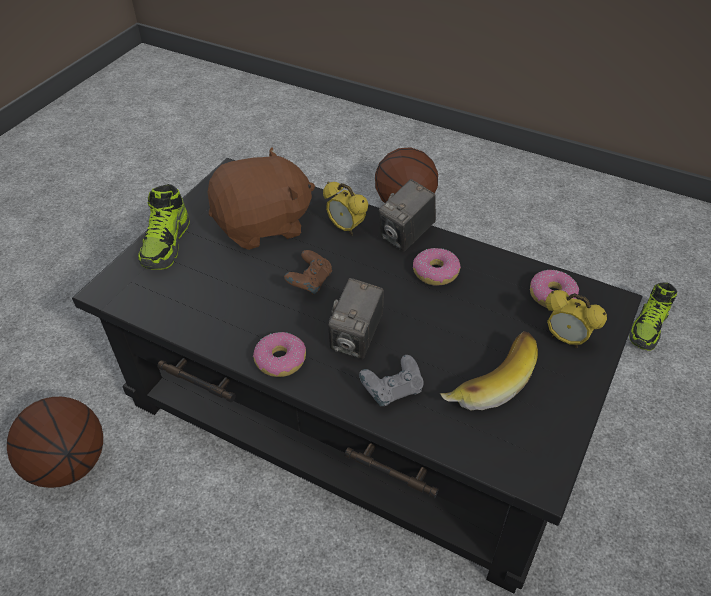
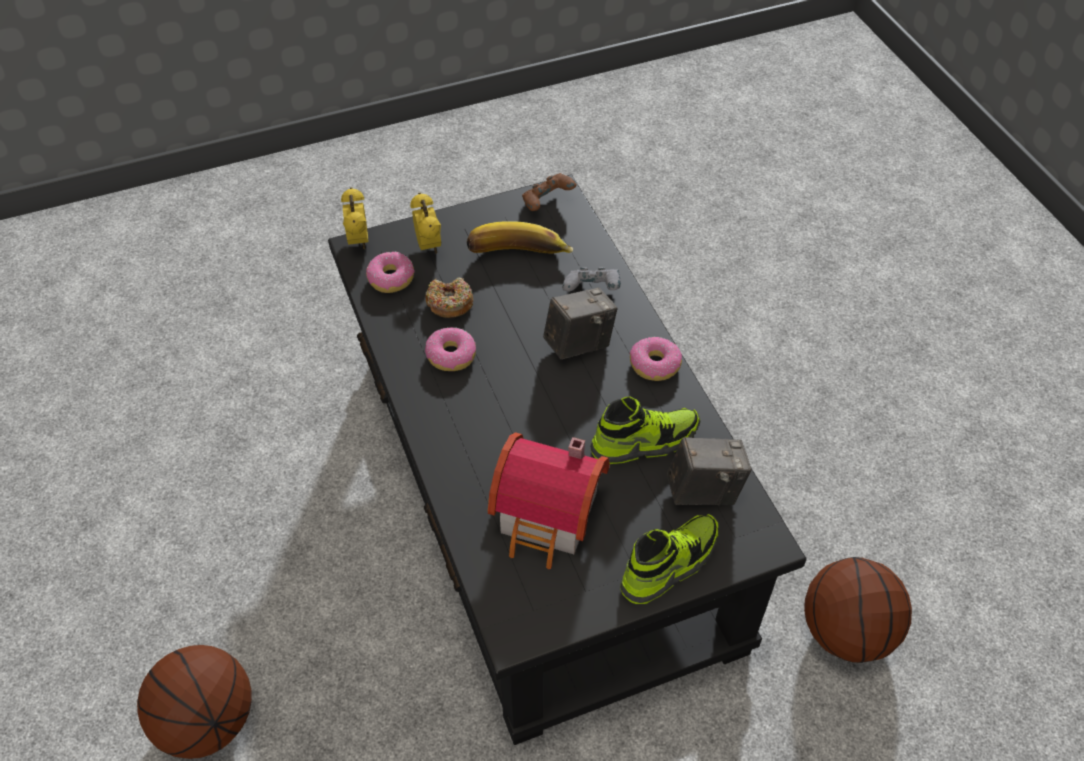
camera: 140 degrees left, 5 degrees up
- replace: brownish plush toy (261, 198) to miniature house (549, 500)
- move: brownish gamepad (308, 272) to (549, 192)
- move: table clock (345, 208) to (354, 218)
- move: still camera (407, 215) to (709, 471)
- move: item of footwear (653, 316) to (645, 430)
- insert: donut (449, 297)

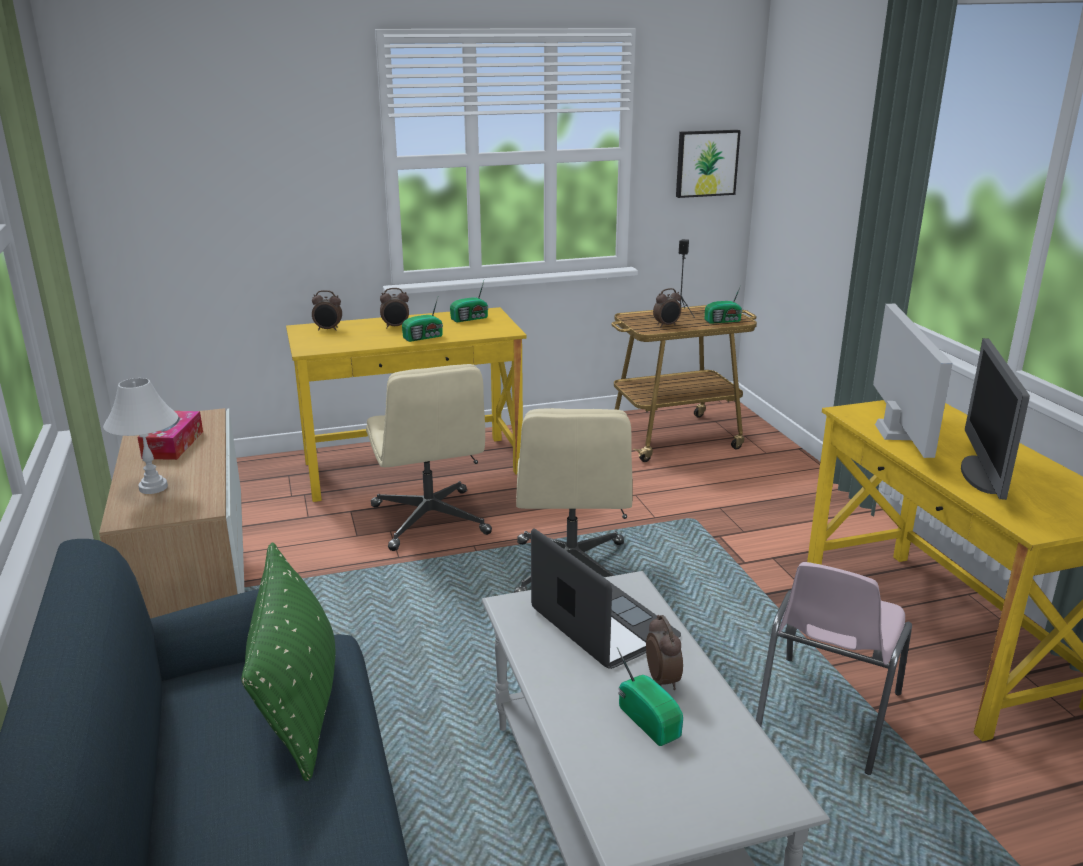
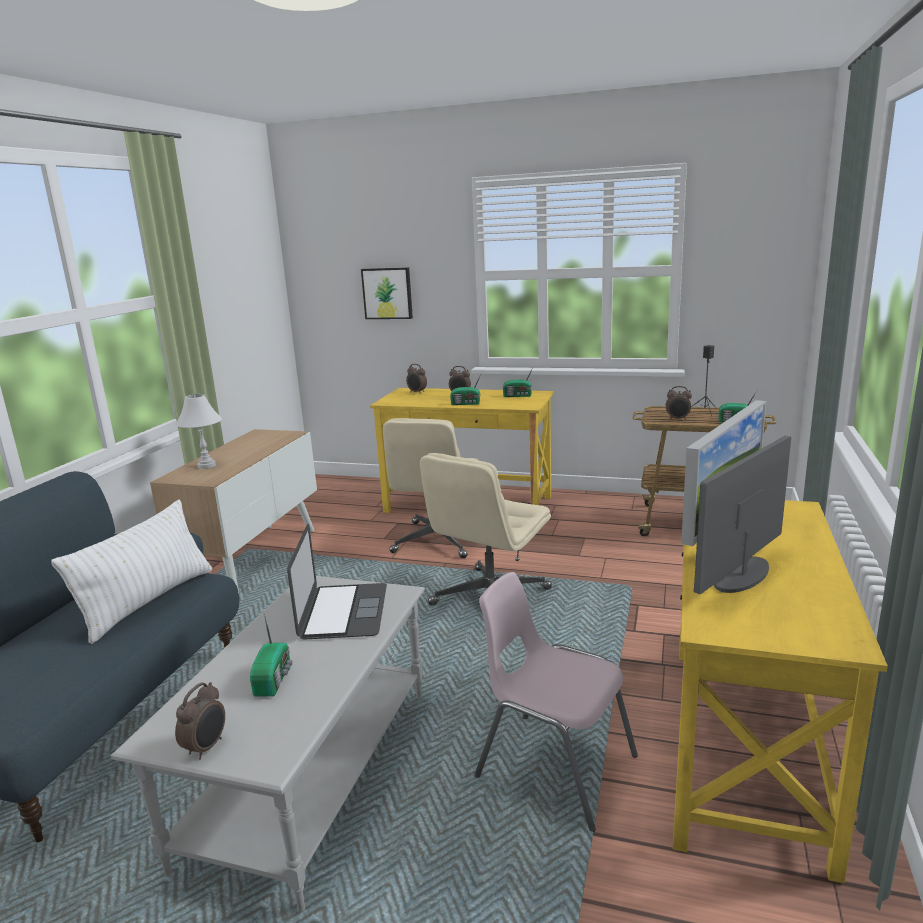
camera: 35 degrees right, 5 degrees down
- delete: tissue box (170, 435)
- recolor: green-coloured cushion (288, 661) to whitish cushion (131, 572)
- move: table clock (664, 652) to (200, 721)
- move: picture (708, 164) to (387, 293)
- rotate: pink-coloured plain chair (834, 668) = (556, 702) 60 degrees clockwise

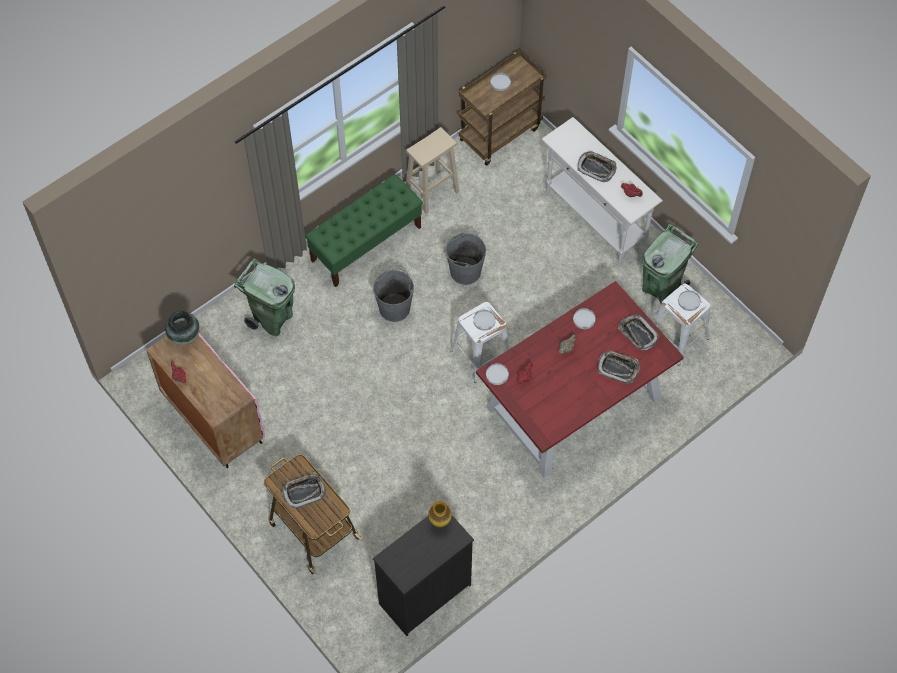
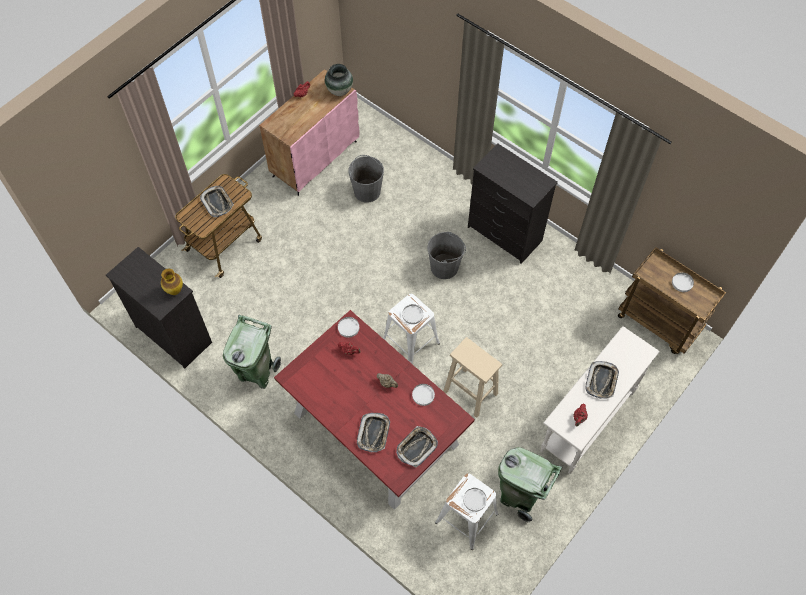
camera: 80 degrees right, 0 degrees up
- move: green-coloured rubbish bin (264, 297) to (252, 352)
- replace: green-coloured long seat (364, 230) to black chest of drawers (513, 204)
- move: beige stool seat (432, 170) to (472, 377)
- move: greyish water bucket (465, 259) to (366, 178)

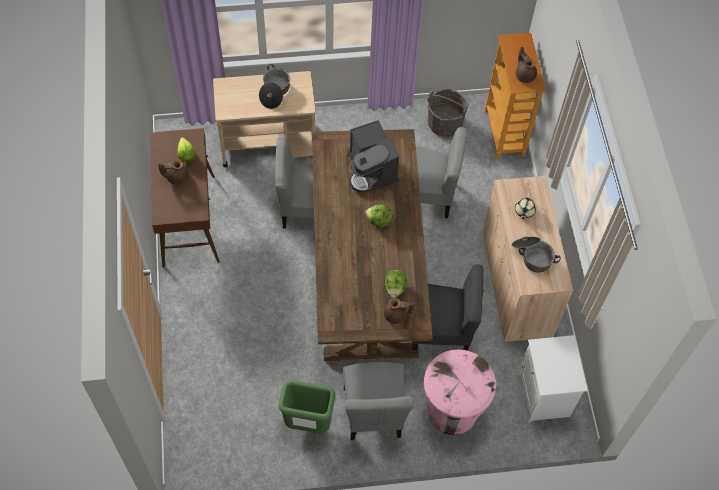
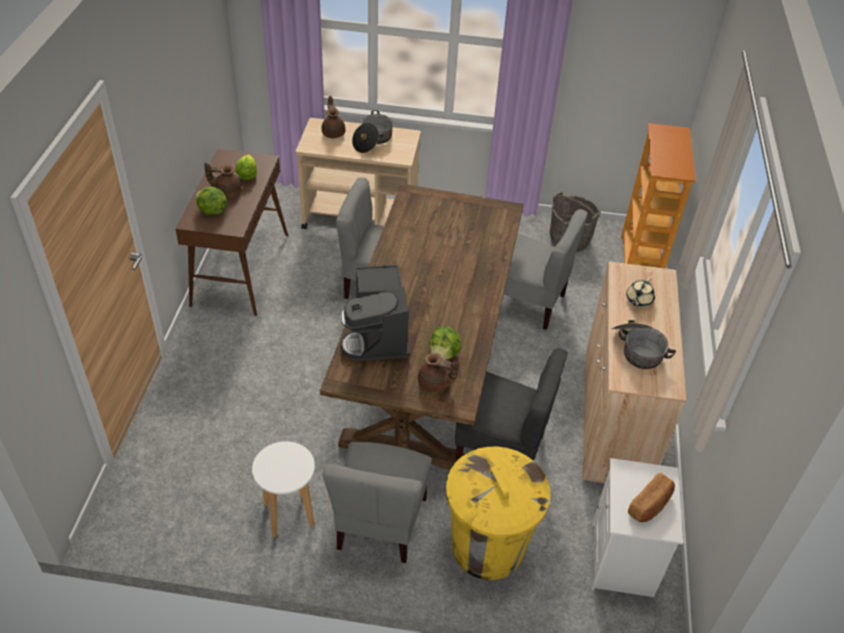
camera: 15 degrees right, 15 degrees down
- replace: green-coloured rubbish bin (307, 407) to whitish stool seat (283, 489)
- move: coffee machine (373, 156) to (375, 313)
- move: lettuce head (379, 216) to (211, 201)
- recolor: pink-coloured rubbish bin (460, 392) to yellowish rubbish bin (498, 513)
- move: brownish pot for tea (526, 65) to (333, 117)
- insert: bread (651, 497)

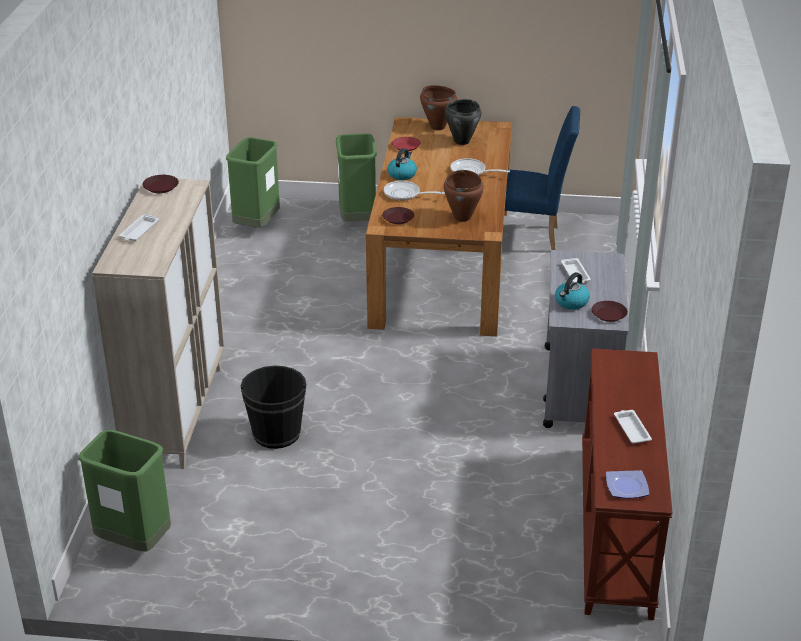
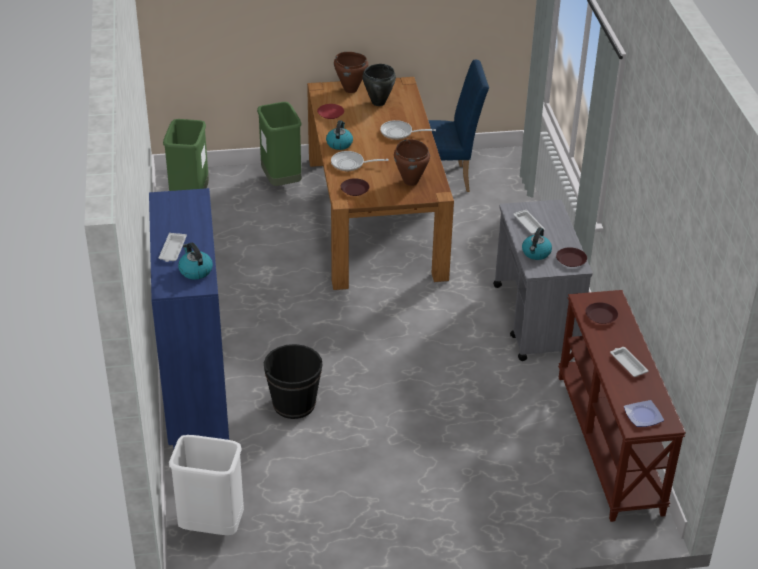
camera: 15 degrees left, 5 degrees up
- recolor: green-coloured rubbish bin (124, 490) to whitish rubbish bin (206, 485)
- recolor: beige cabinet (158, 323) to blue-coloured cabinet (189, 318)
- move: brownish flat dish (160, 184) to (602, 313)
- insert: water kettle (195, 261)

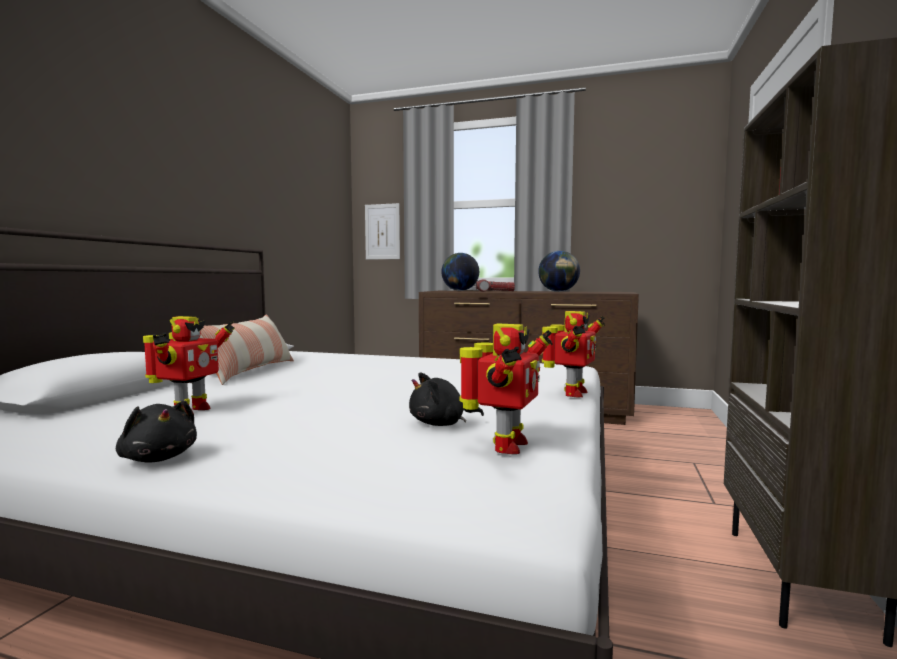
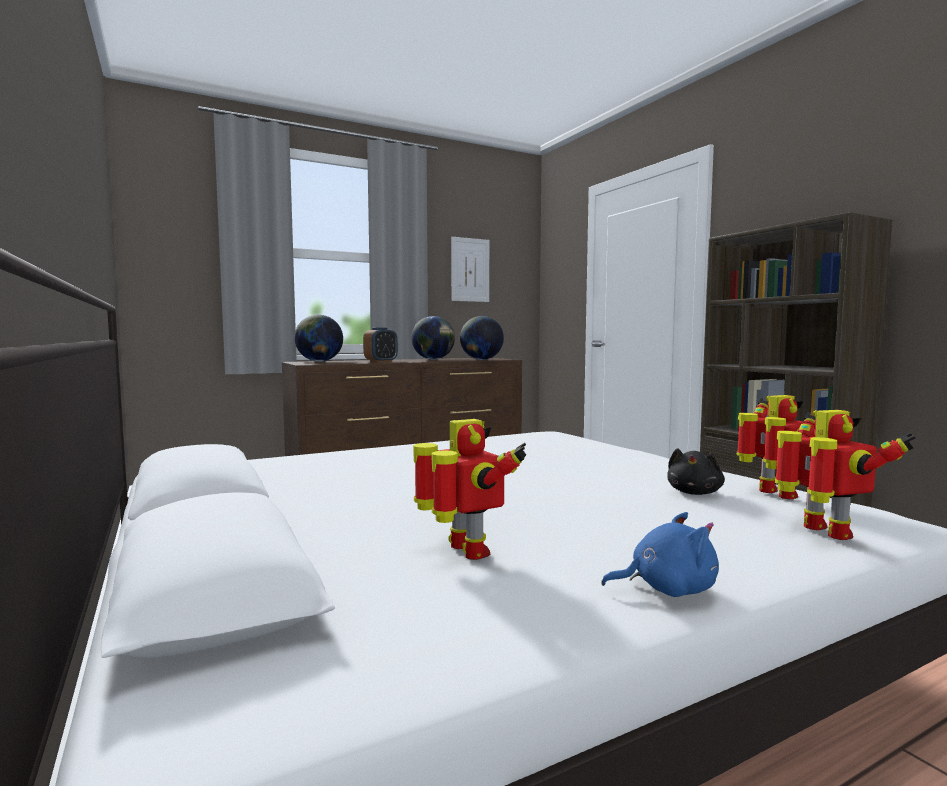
camera: 45 degrees left, 0 degrees up
- recolor: black plush toy (156, 432) to blue-coloured plush toy (660, 554)
- delete: cushion (246, 349)
- move: picture (382, 231) to (470, 269)
- replace: torch (495, 285) to table clock (380, 345)
- move: toy robot (574, 354) to (845, 475)
- insert: globe (482, 338)

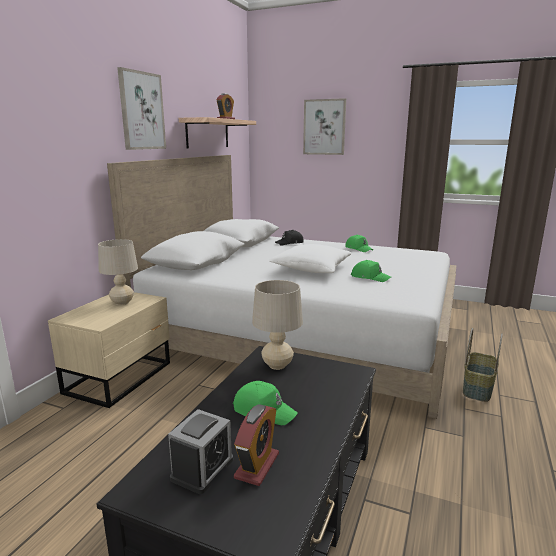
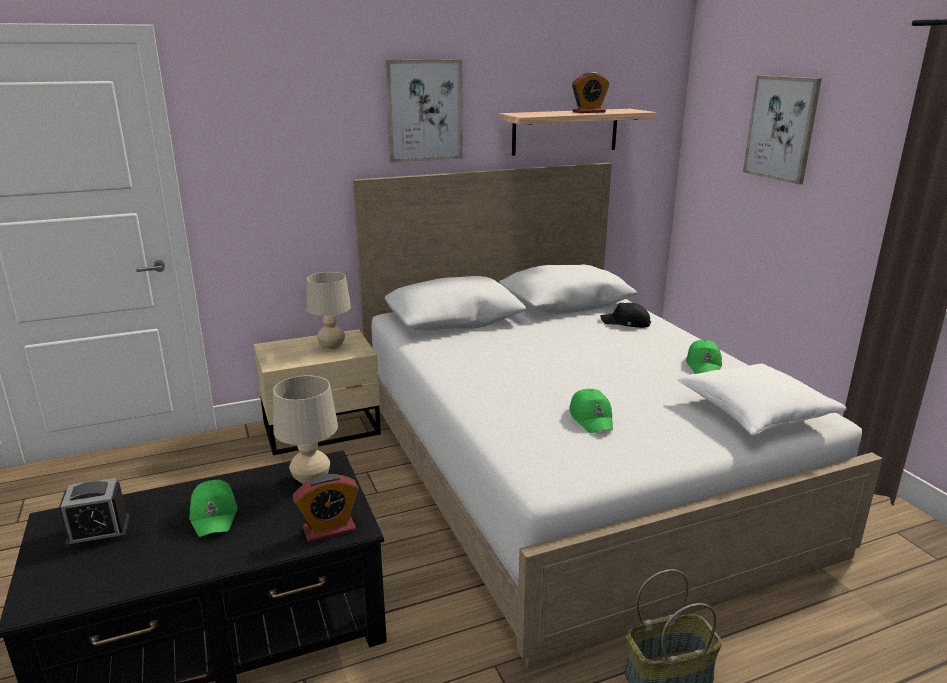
camera: 45 degrees right, 5 degrees up
- move: table clock (256, 445) to (326, 508)
- move: whitish cushion (310, 258) to (761, 399)

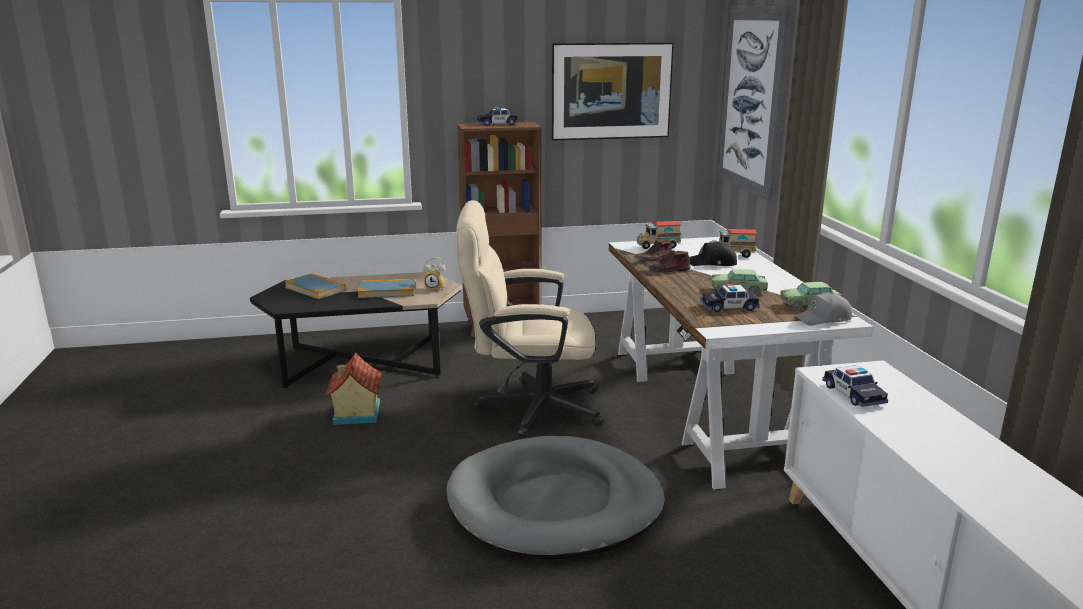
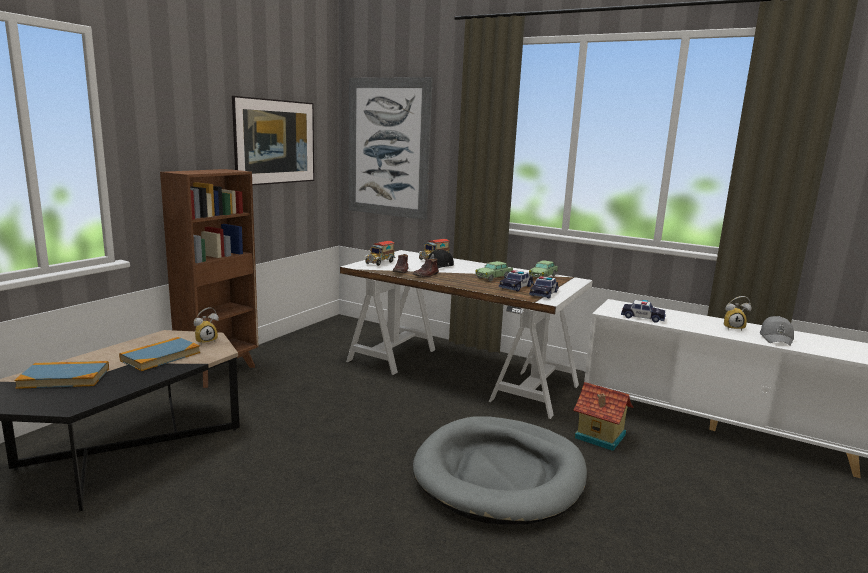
camera: 50 degrees left, 5 degrees down
- move: miniature house (353, 388) to (603, 416)
- delete: beige office chair (530, 319)
- move: toy car (497, 116) to (544, 287)
- move: greyish cap (823, 309) to (777, 331)
- insert: table clock (737, 313)

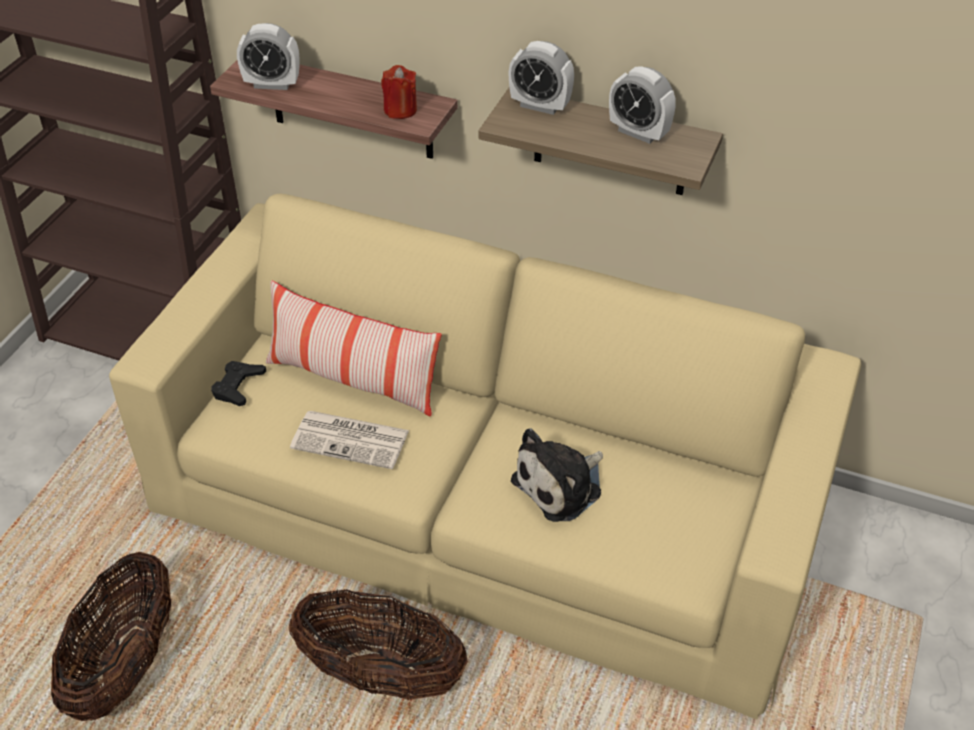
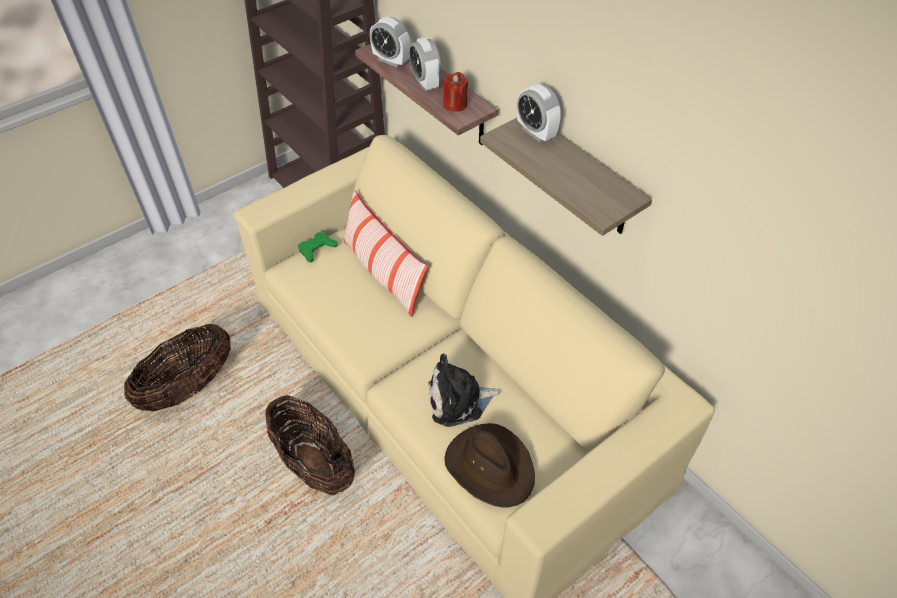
camera: 30 degrees right, 5 degrees up
- recolor: black gamepad (238, 383) to green-coloured gamepad (318, 247)
- delete: daily paper (349, 440)
- move: table clock (642, 105) to (425, 64)
- insert: brownish clothing hat (489, 465)

